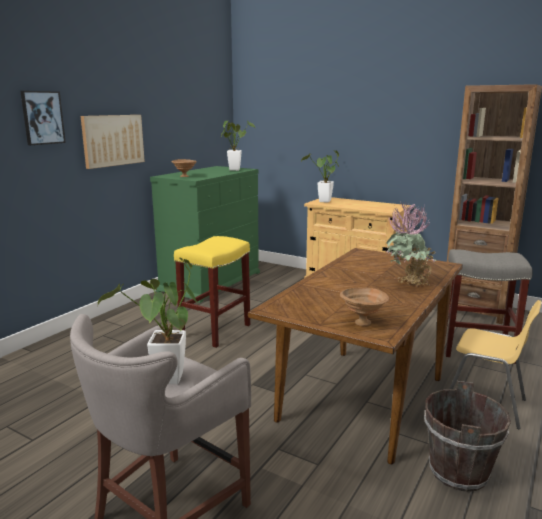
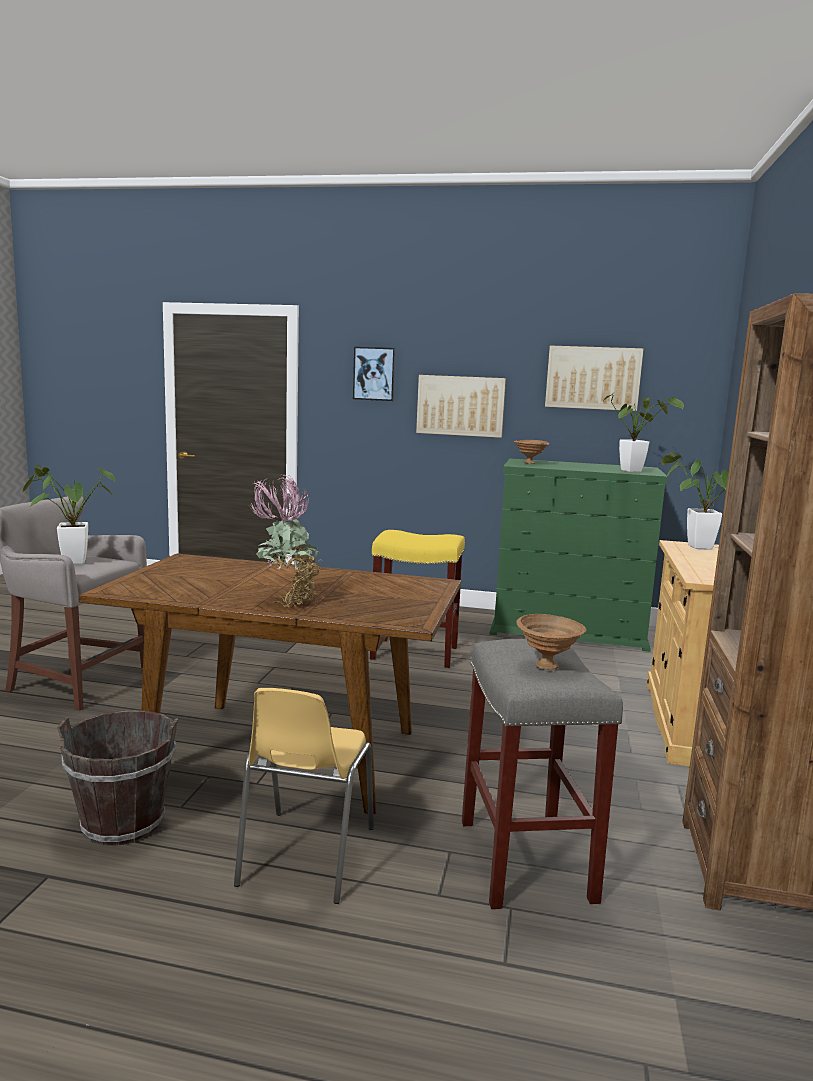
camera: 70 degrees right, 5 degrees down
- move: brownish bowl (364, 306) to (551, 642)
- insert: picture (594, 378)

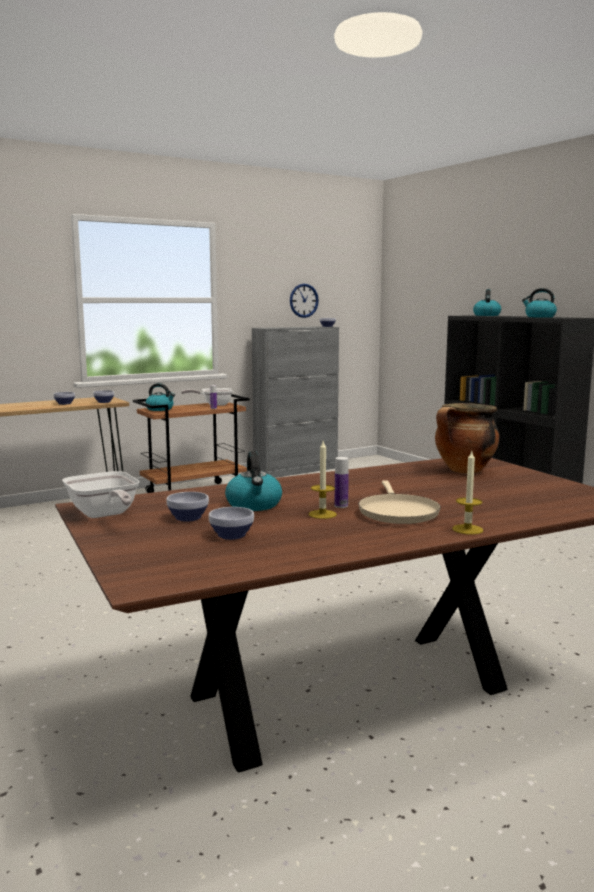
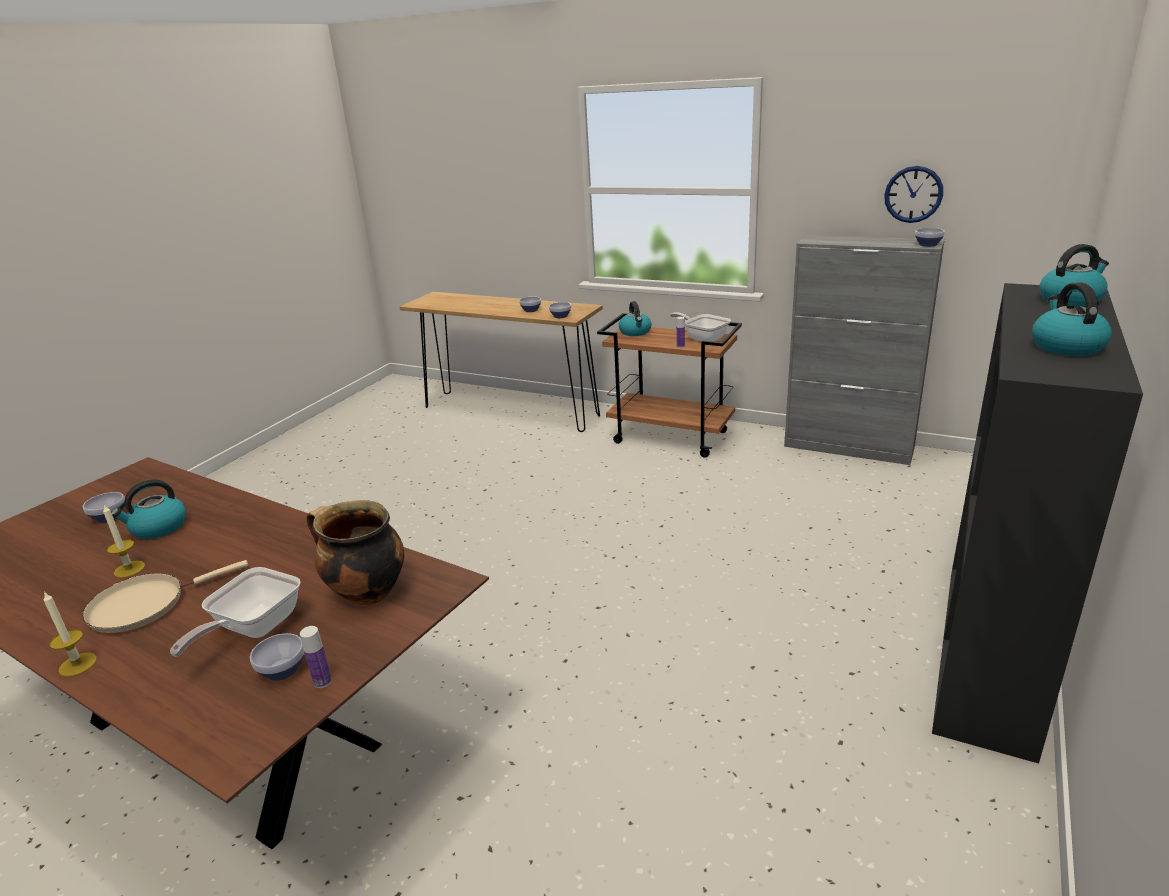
camera: 60 degrees right, 15 degrees up
- move: frying pan (101, 494) to (235, 612)
- move: bowl (231, 523) to (277, 657)
- move: drink bottle (342, 482) to (316, 657)

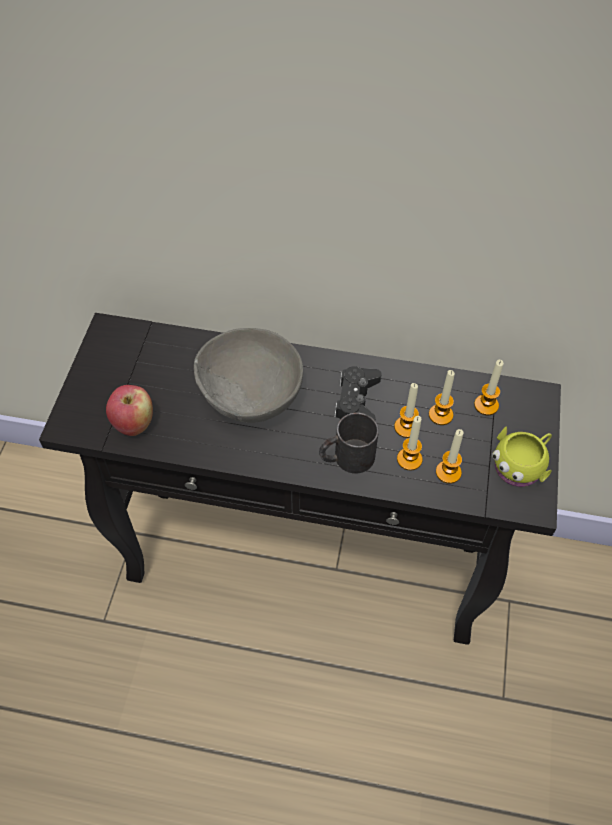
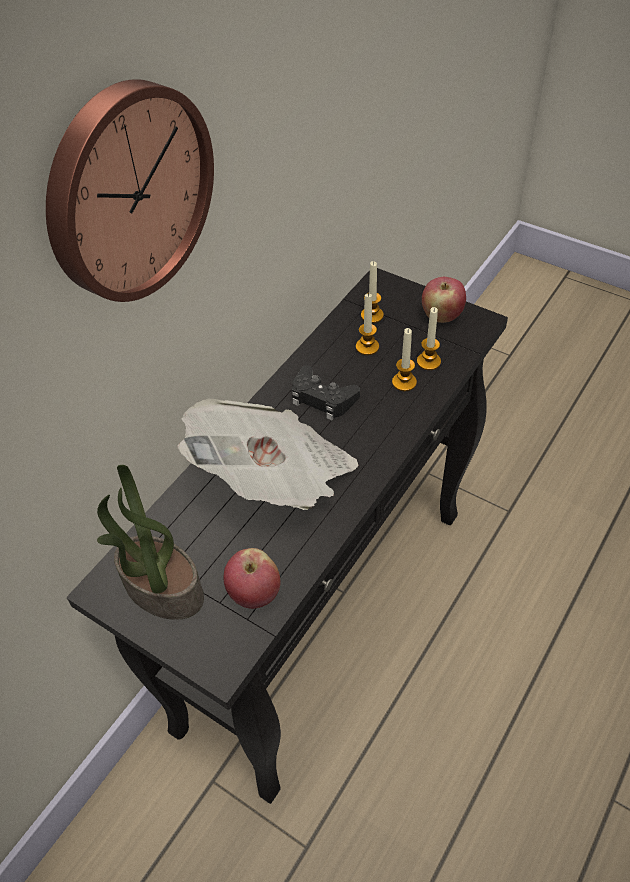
camera: 65 degrees left, 5 degrees down
- replace: greyish bowl (248, 375) to daily paper (267, 454)
- delete: black mug (349, 443)
- delete: wax candle (406, 410)
- replace: yellowish mug (522, 456) to apple fruit (444, 300)
- insert: clock on the wall (130, 190)
- insert: plant in a pot (150, 542)

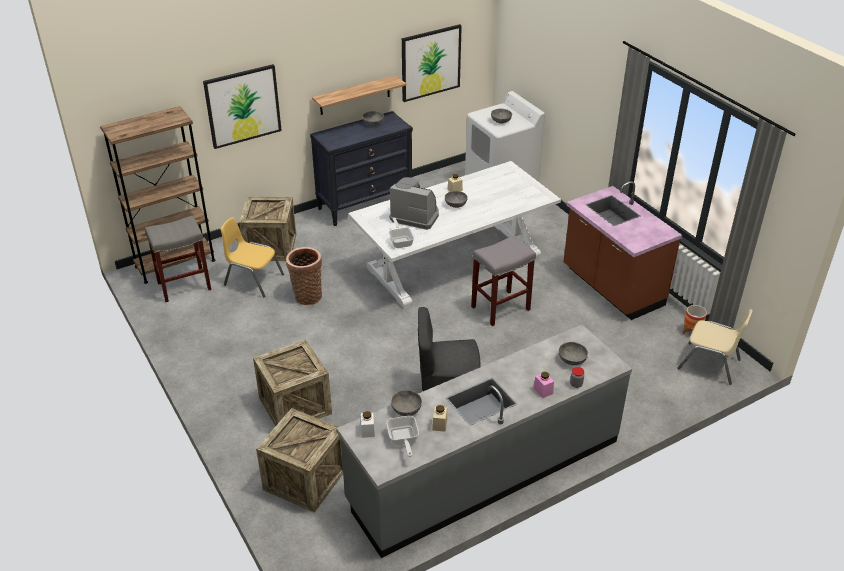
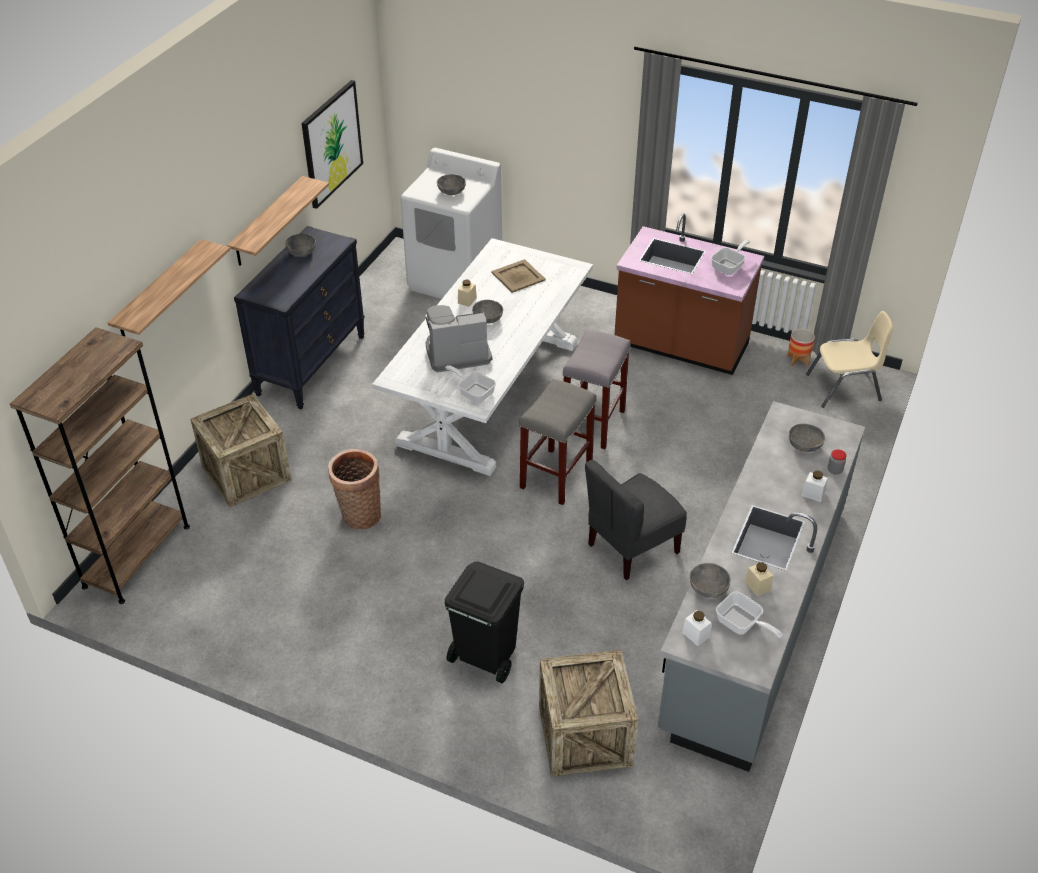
camera: 35 degrees left, 5 degrees up
- move: greyish stool seat (178, 259) to (558, 442)
- replace: picture (242, 106) to bracket shelf (169, 287)
- delete: yellowish plain chair (252, 257)
- replace: packing crate (292, 382) to black rubbish bin (484, 622)
- recolor: pink-coloured storage jar (544, 385) to whitish storage jar (815, 486)
- insert: beige serving tray (518, 276)
- insert: frying pan (730, 257)

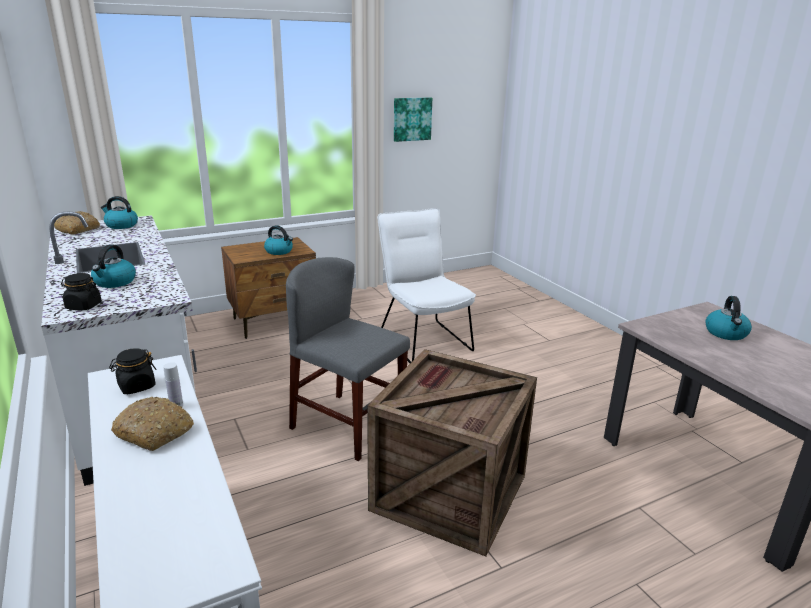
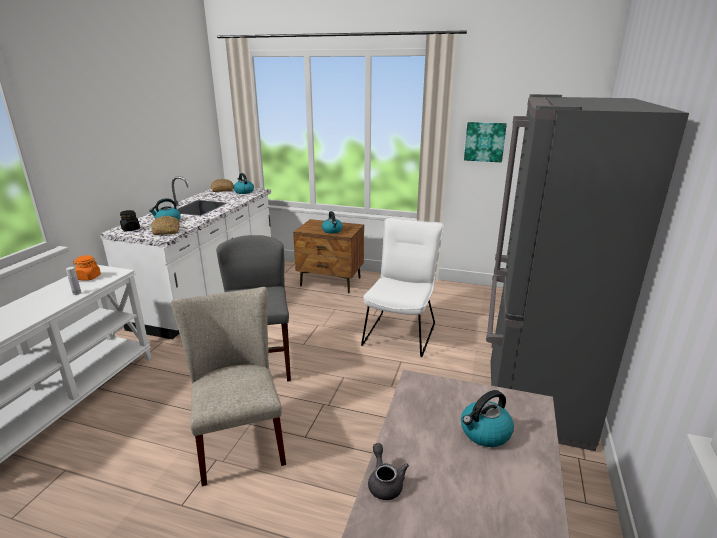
camera: 45 degrees right, 0 degrees up
- recolor: black storage jar (133, 371) to orangey storage jar (87, 268)
- move: bread (152, 424) to (165, 225)
- replace: packing crate (452, 452) to beige plain chair (228, 386)
- insert: greyish pot for tea (388, 471)
- insert: greyish refrigerator (587, 272)

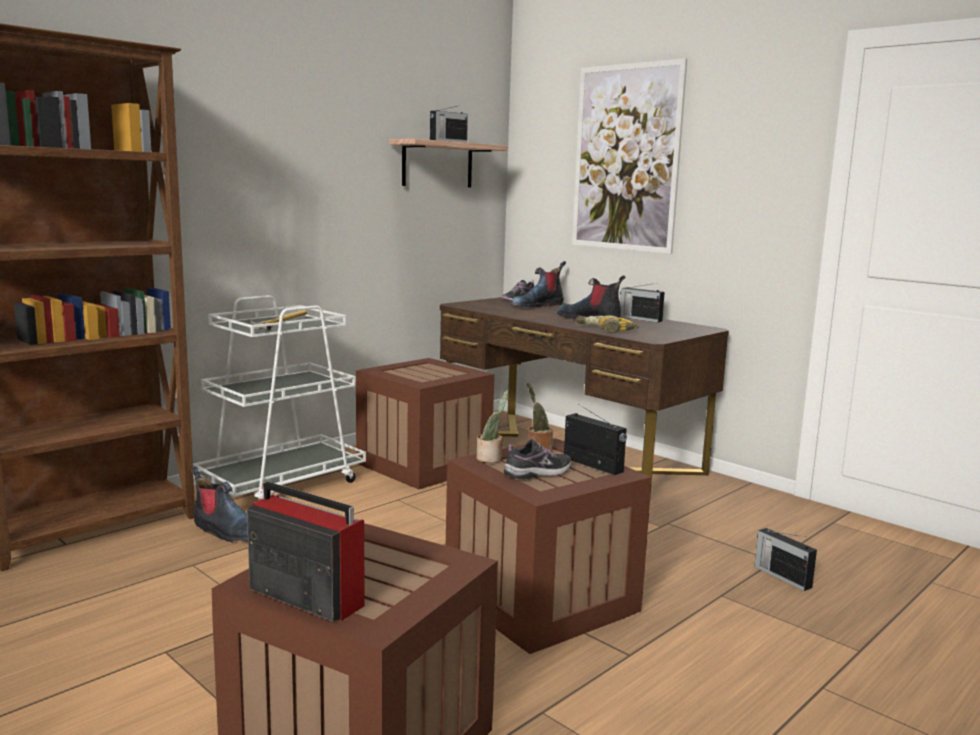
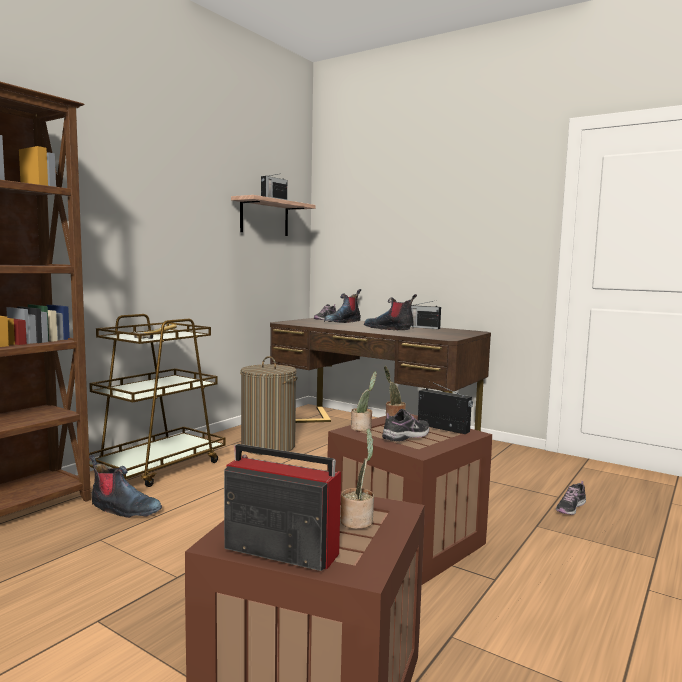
camera: 10 degrees left, 5 degrees down
- recolor: whitish cart (279, 397) to brownish cart (157, 400)
- replace: packing crate (425, 423) to laundry basket (269, 405)
- delete: picture (629, 156)
- delete: drill (607, 324)
- replace: radio set (785, 559) to item of footwear (571, 498)
- insert: plant in a pot (357, 478)

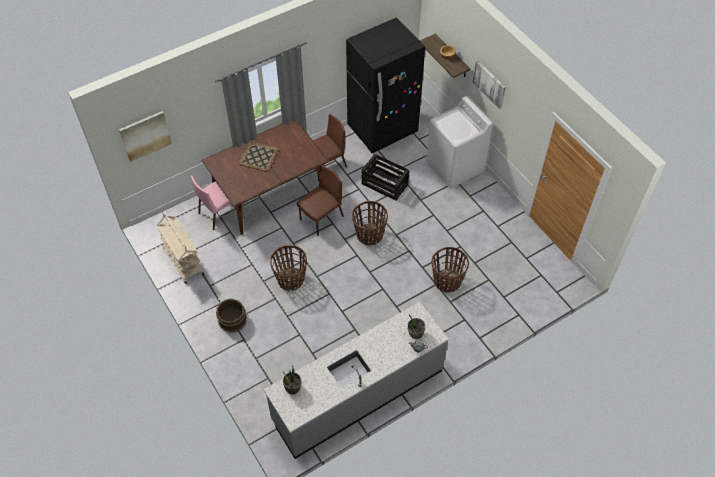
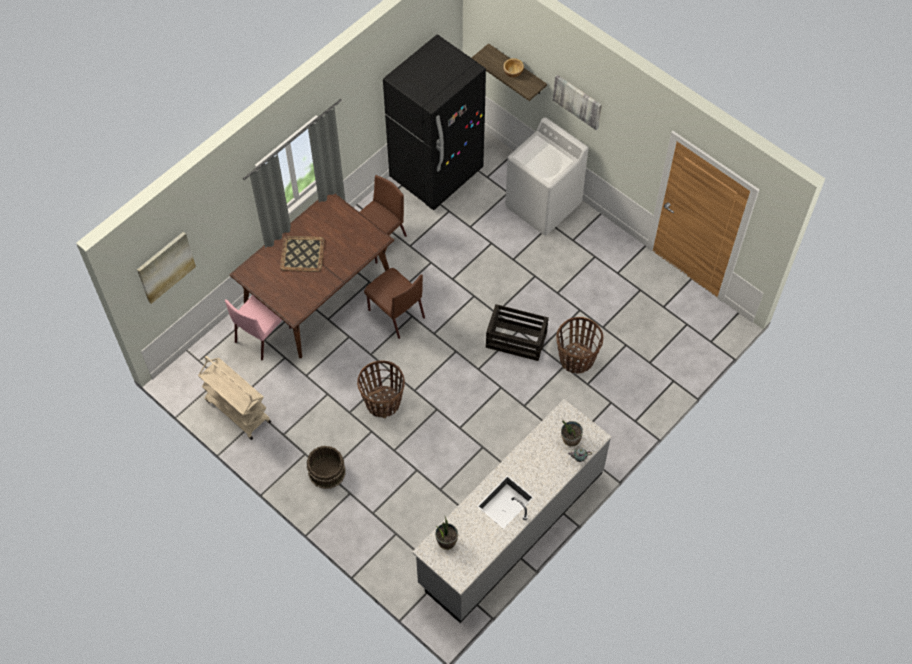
camera: 15 degrees left, 5 degrees up
- rotate: brownish plain chair (320, 200) = (394, 303) 105 degrees clockwise
- delete: household basket (370, 223)
- move: packing crate (386, 177) to (517, 332)

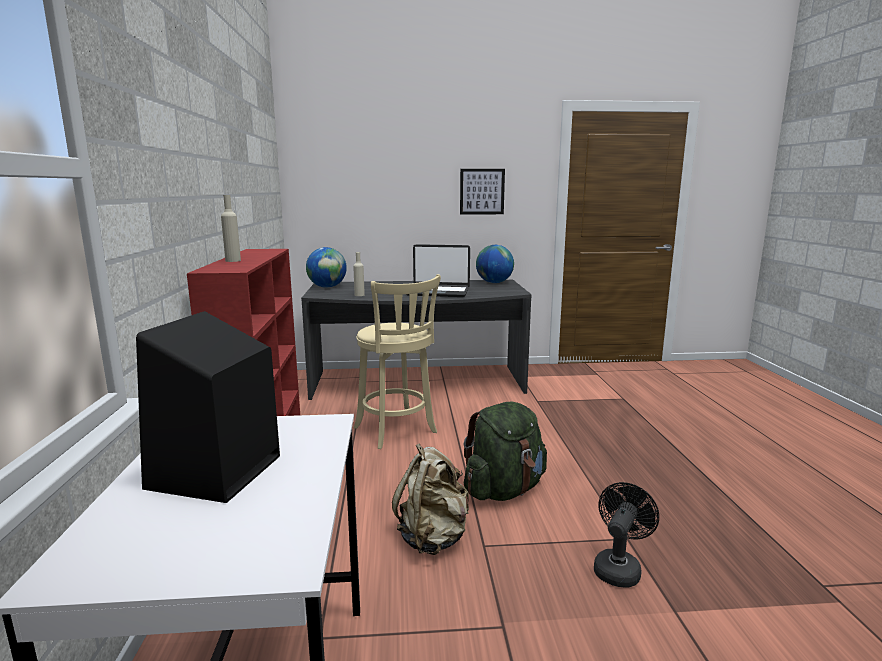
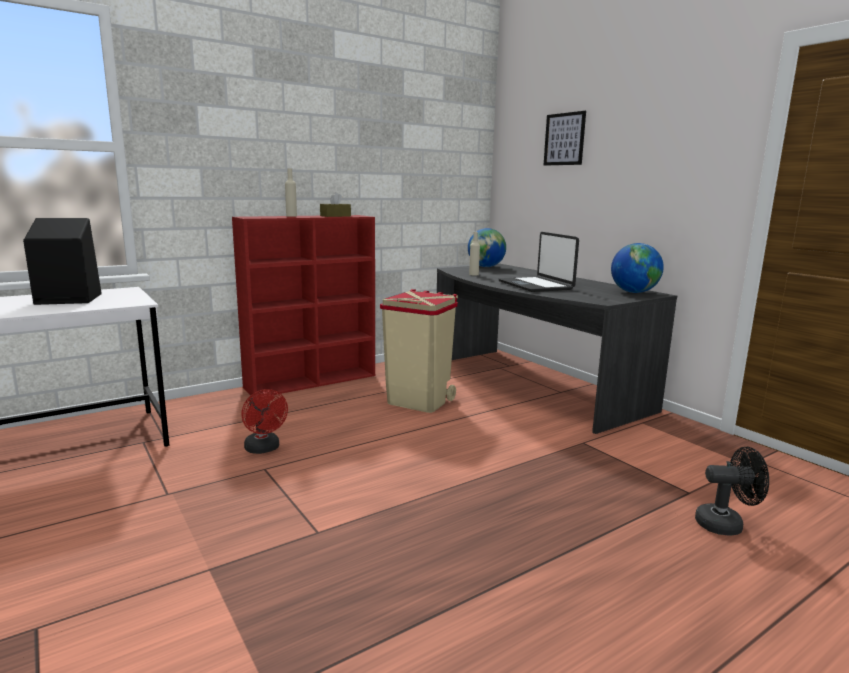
camera: 60 degrees right, 0 degrees up
- replace: beige stool seat (397, 361) to beige rubbish bin (419, 351)
- replace: beige backpack (430, 499) to red-coloured electric fan (264, 421)
- move: picture (482, 192) to (565, 138)
- delete: green-coloured backpack (505, 451)
- move: black electric fan (626, 535) to (732, 491)
- insert: brownish tissue box (335, 204)

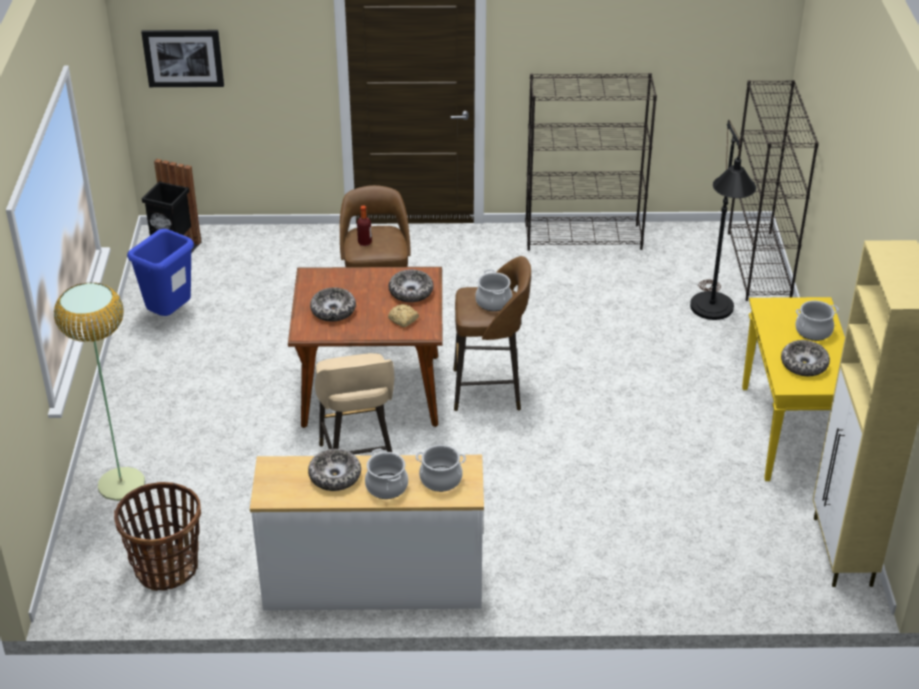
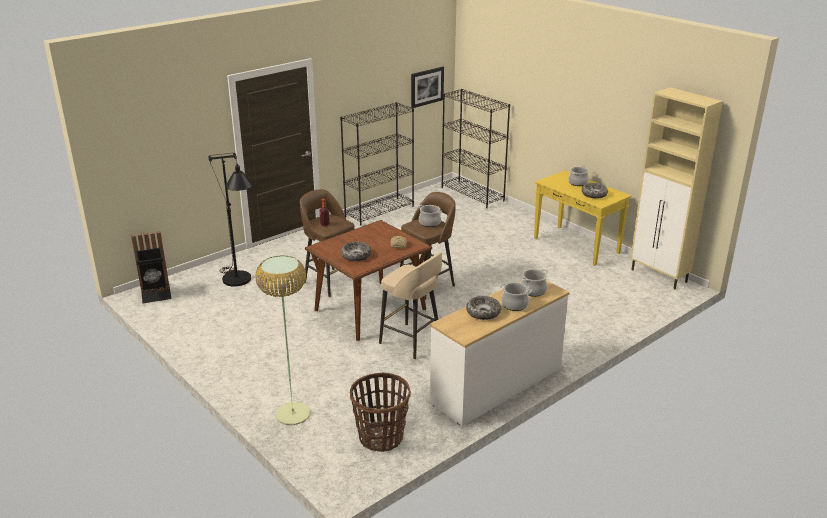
camera: 40 degrees left, 10 degrees down
- delete: blue-coloured rubbish bin (160, 272)
- move: picture (182, 58) to (427, 87)
- delete: bowl (410, 286)
- move: black standard lamp (723, 220) to (231, 220)

